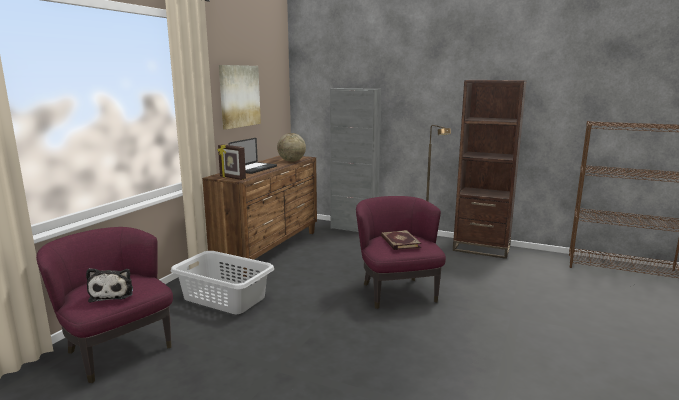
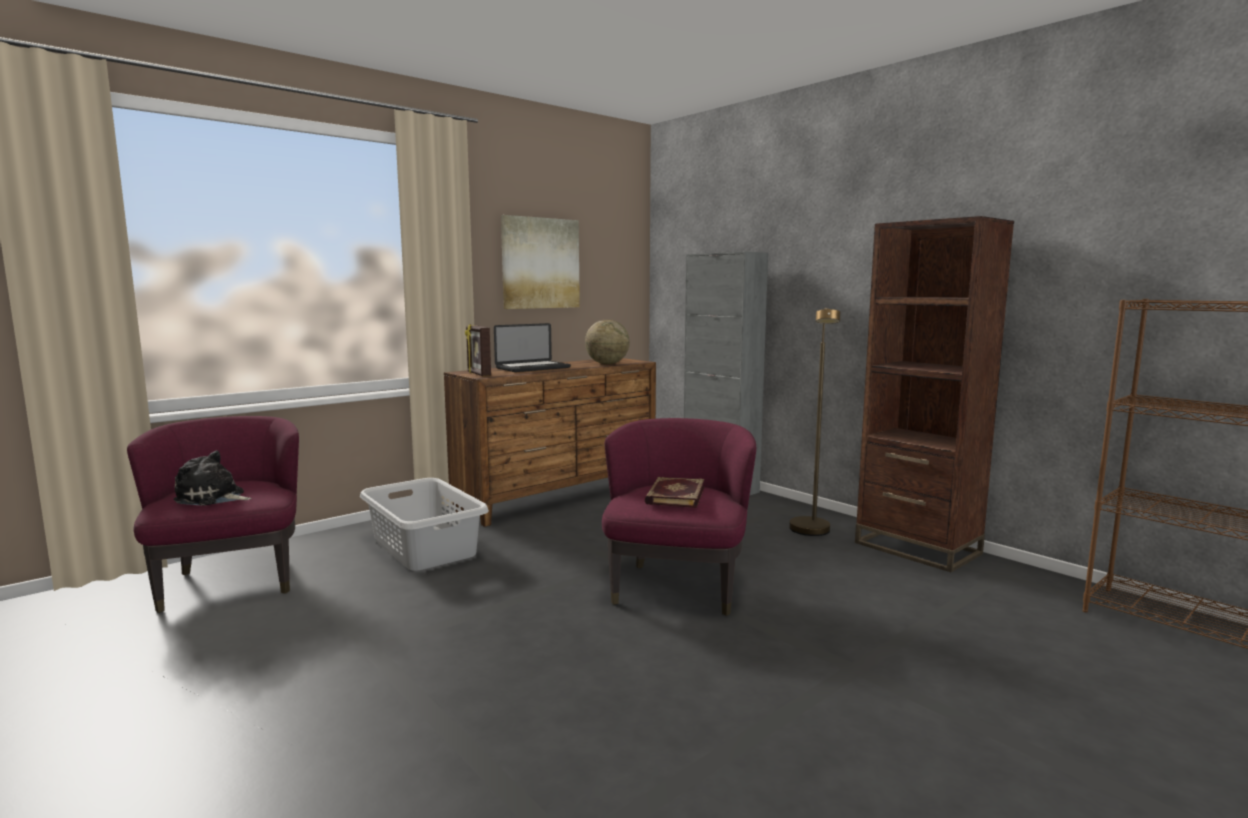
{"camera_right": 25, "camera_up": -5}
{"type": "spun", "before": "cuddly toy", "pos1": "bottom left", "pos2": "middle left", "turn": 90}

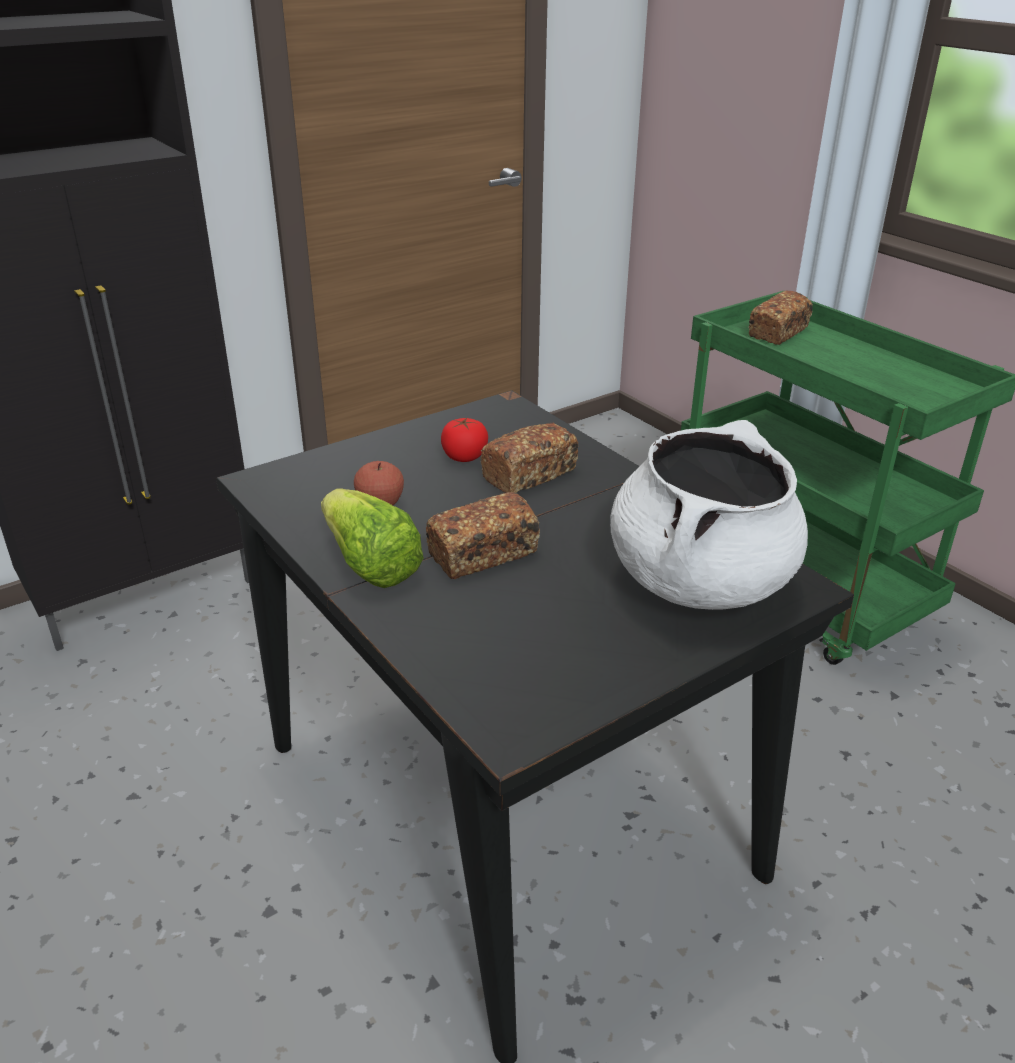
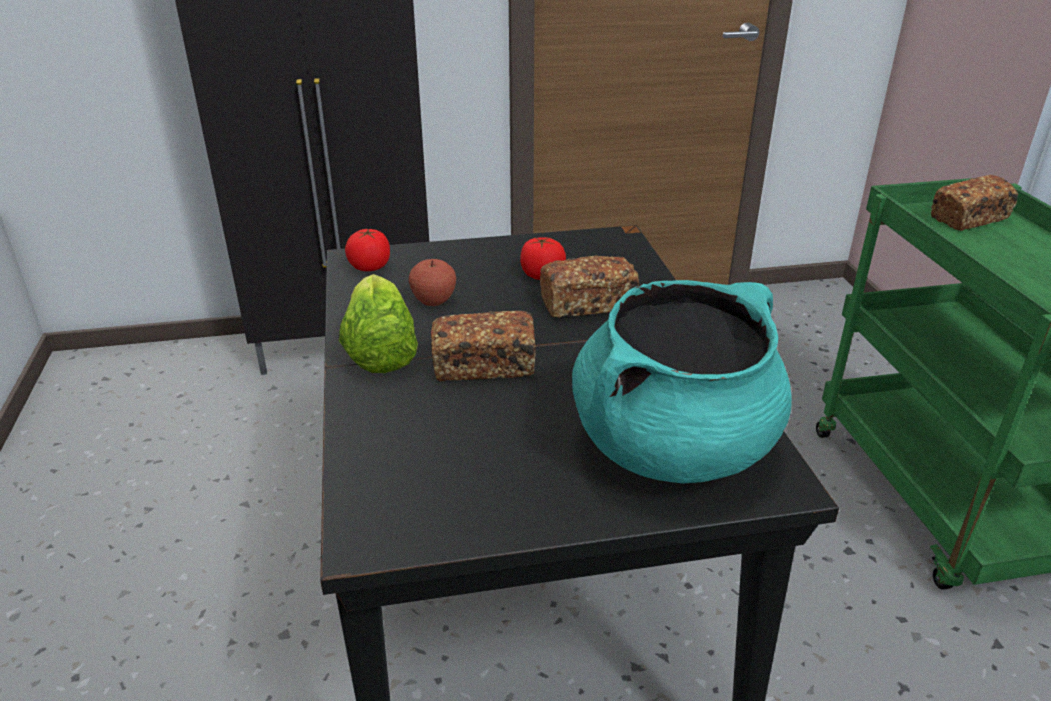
{"camera_right": 25, "camera_up": 0}
{"type": "colour", "before": "white stockpot", "after": "turquoise stockpot", "pos1": "middle right", "pos2": "centre"}
{"type": "appeared", "after": "whole tomato (no. 1 from left)", "pos2": "centre"}

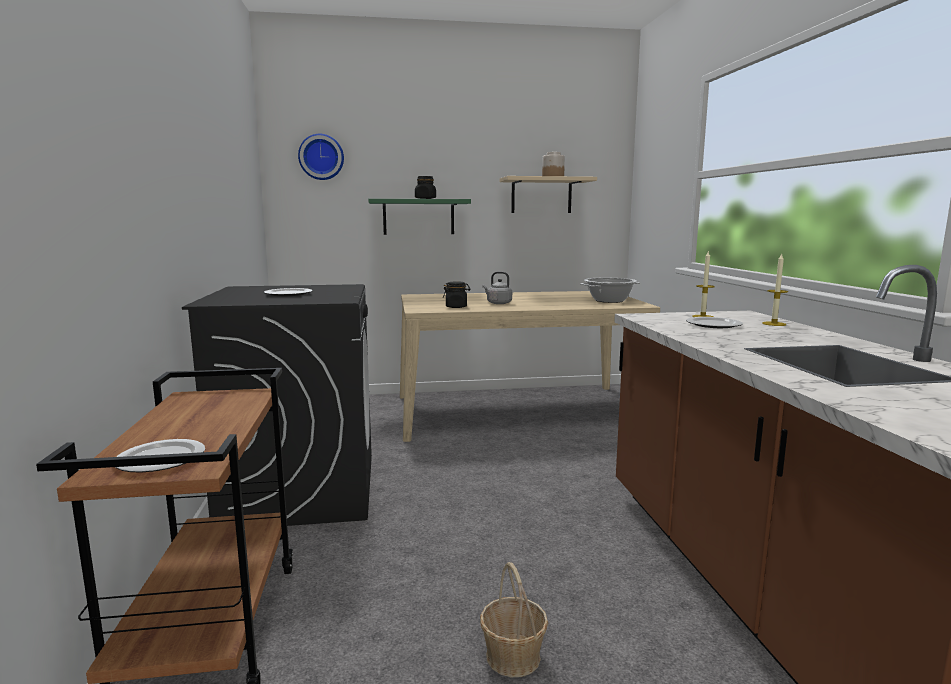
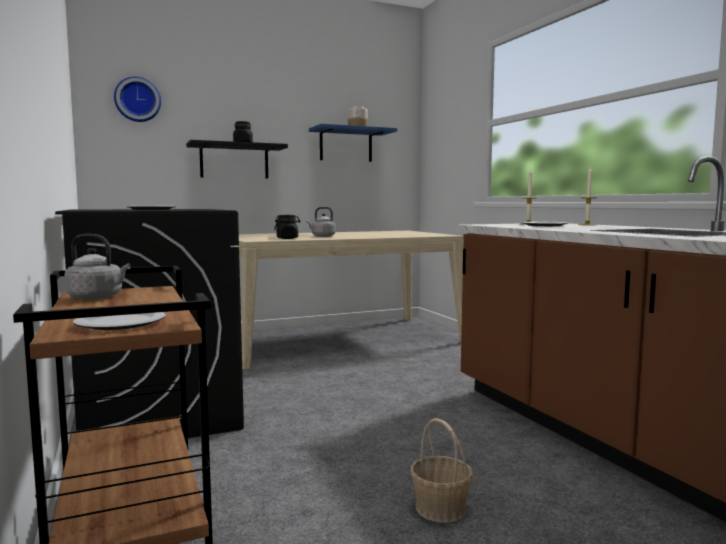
{"camera_right": -15, "camera_up": -5}
{"type": "colour", "before": "greenish wall shelf", "after": "black-coloured wall shelf", "pos1": "top centre", "pos2": "top left"}
{"type": "colour", "before": "sand-coloured wall shelf", "after": "blue-coloured wall shelf", "pos1": "top centre", "pos2": "top centre"}
{"type": "missing", "before": "stockpot", "pos1": "centre"}
{"type": "appeared", "after": "grey kettle (no. 1 from left)", "pos2": "middle left"}

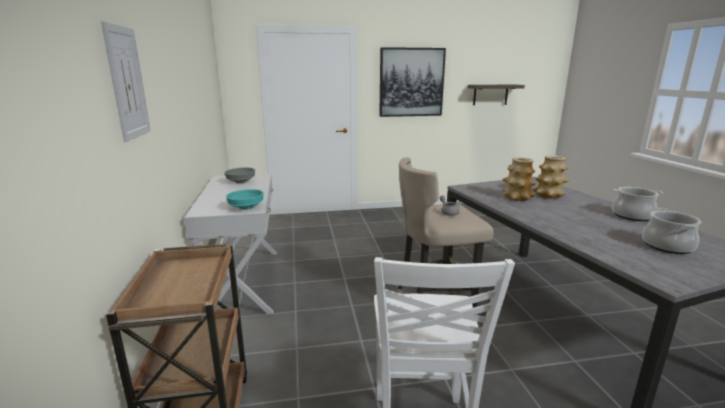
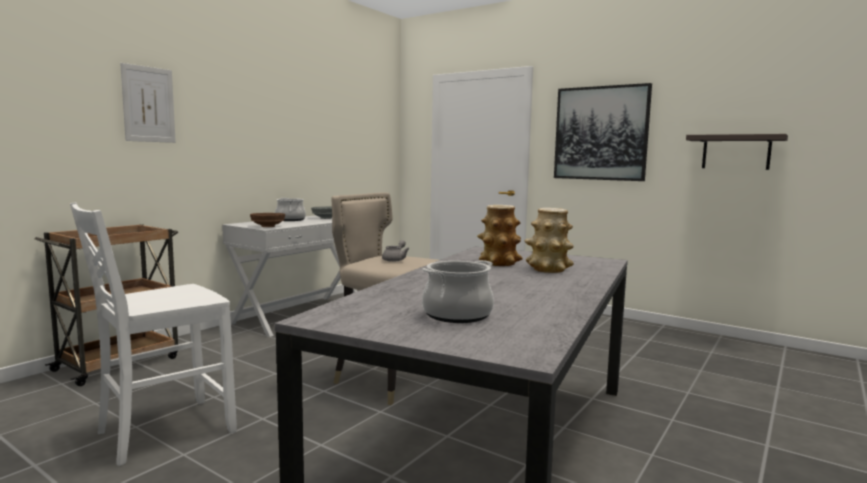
{"camera_right": 45, "camera_up": -10}
{"type": "colour", "before": "turquoise deep dish", "after": "brown deep dish", "pos1": "centre", "pos2": "middle left"}
{"type": "relocated", "before": "stockpot (no. 1 from left)", "pos1": "middle right", "pos2": "centre"}

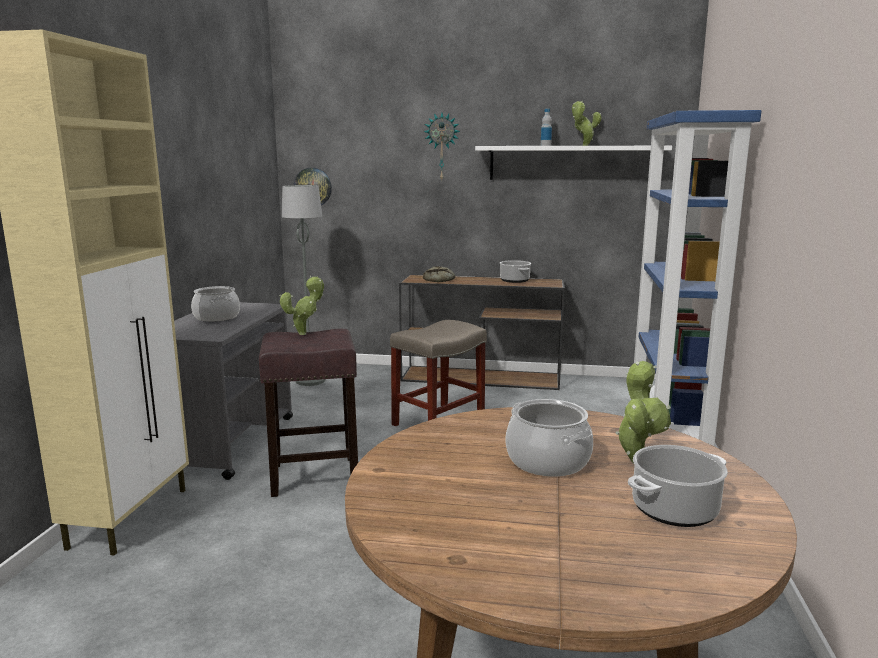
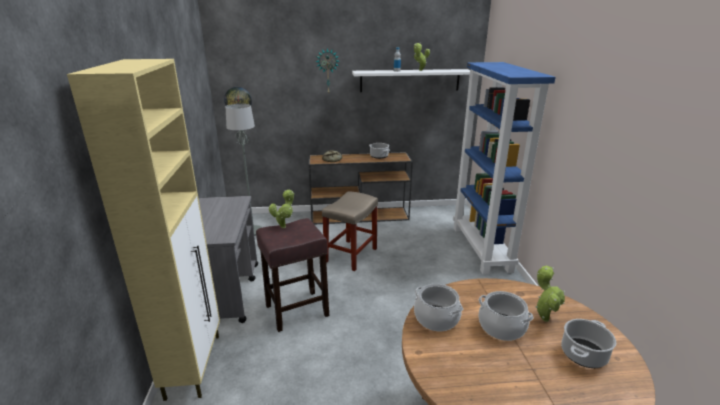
{"camera_right": -15, "camera_up": 10}
{"type": "relocated", "before": "stockpot (no. 1 from left in the first image)", "after": "stockpot (no. 2 from left)", "pos1": "middle left", "pos2": "bottom centre"}

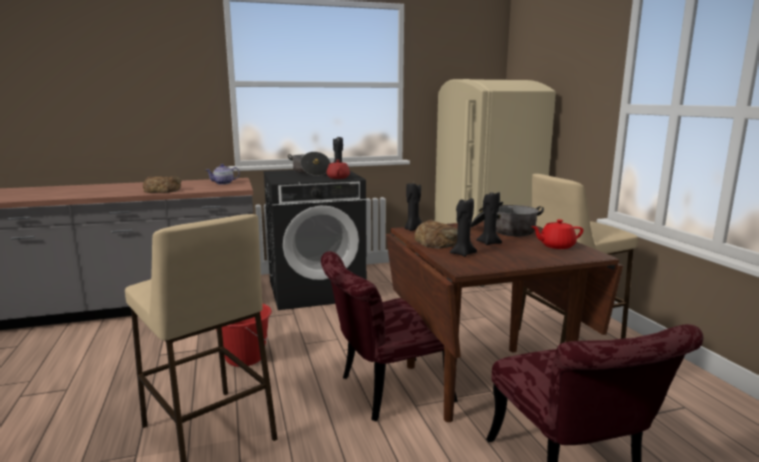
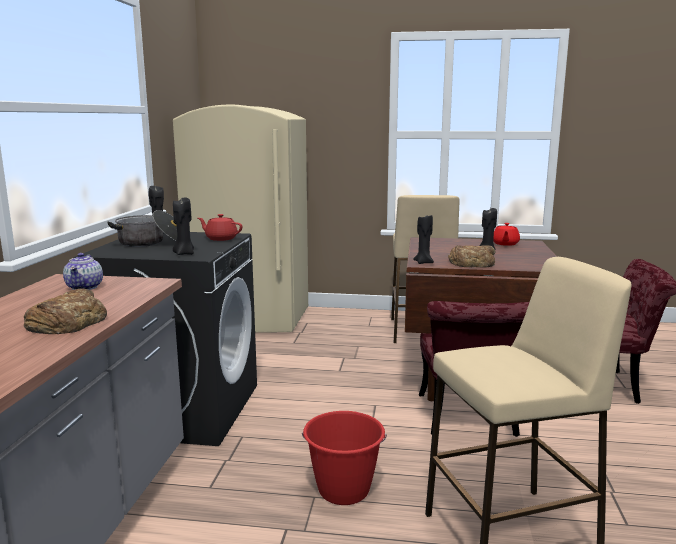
{"camera_right": -65, "camera_up": 0}
{"type": "relocated", "before": "black-coloured wax light (no. 3 from left in the first image)", "after": "black-coloured wax light (no. 2 from left)", "pos1": "centre", "pos2": "middle left"}
{"type": "missing", "before": "stockpot (no. 2 from left)", "pos1": "middle right"}

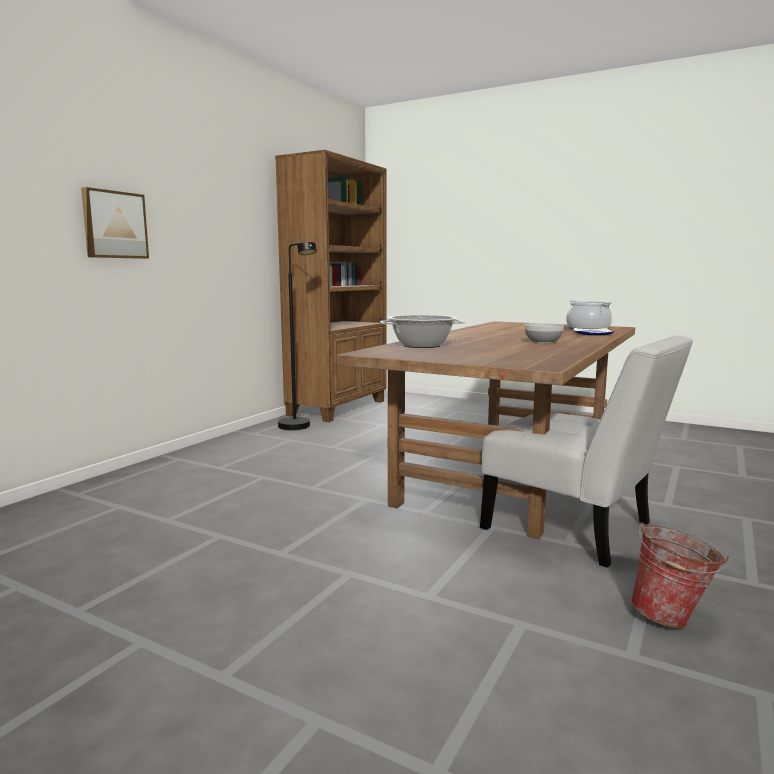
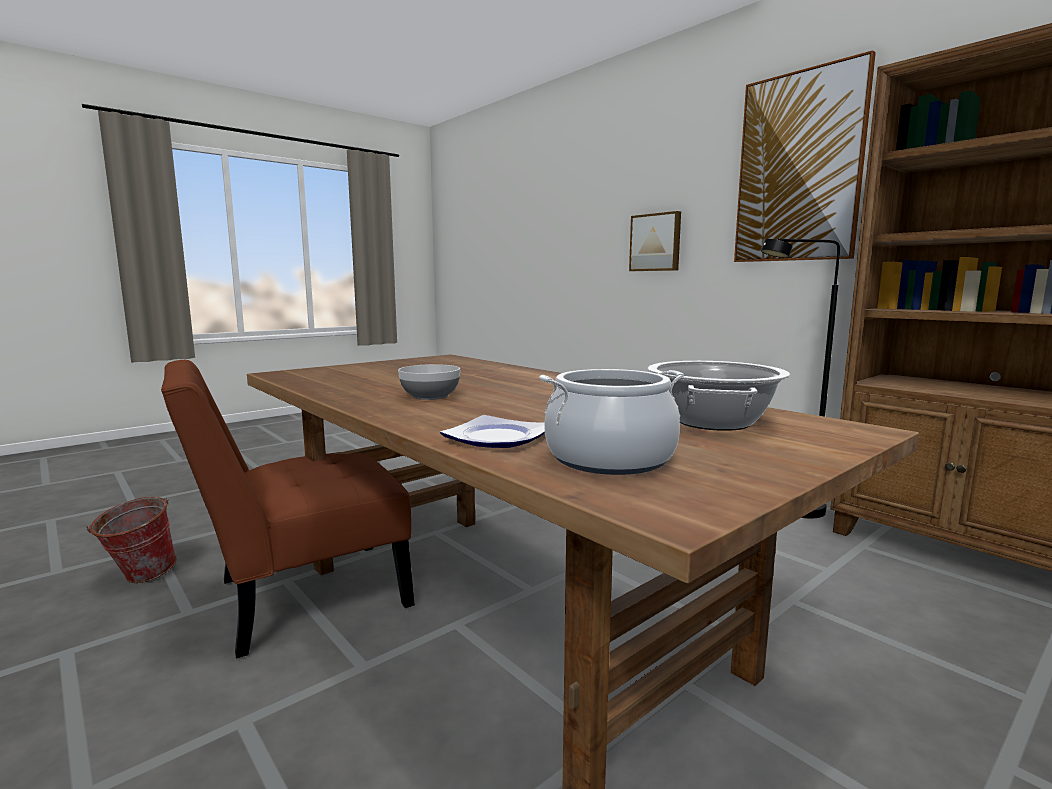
{"camera_right": 110, "camera_up": 0}
{"type": "relocated", "before": "stockpot (no. 1 from left in the first image)", "after": "stockpot (no. 2 from left)", "pos1": "centre", "pos2": "middle right"}
{"type": "colour", "before": "white upright chair", "after": "brown upright chair", "pos1": "middle right", "pos2": "middle left"}
{"type": "appeared", "after": "wall picture (no. 2 from left)", "pos2": "top right"}

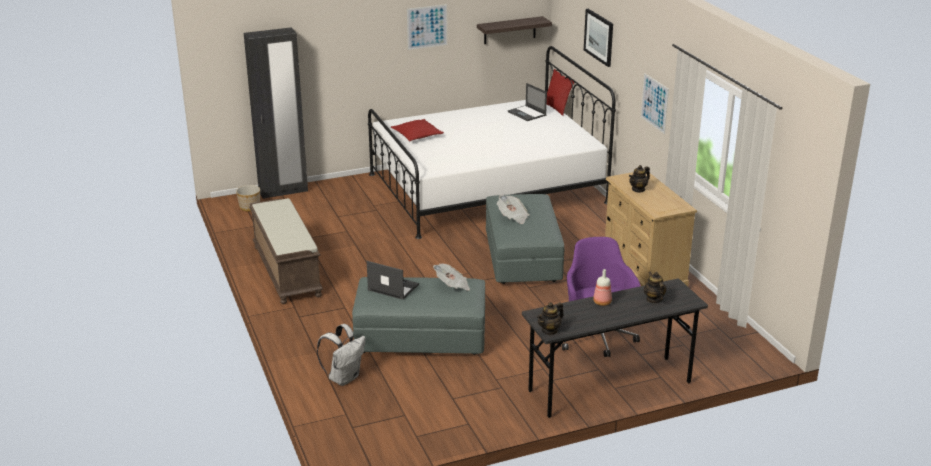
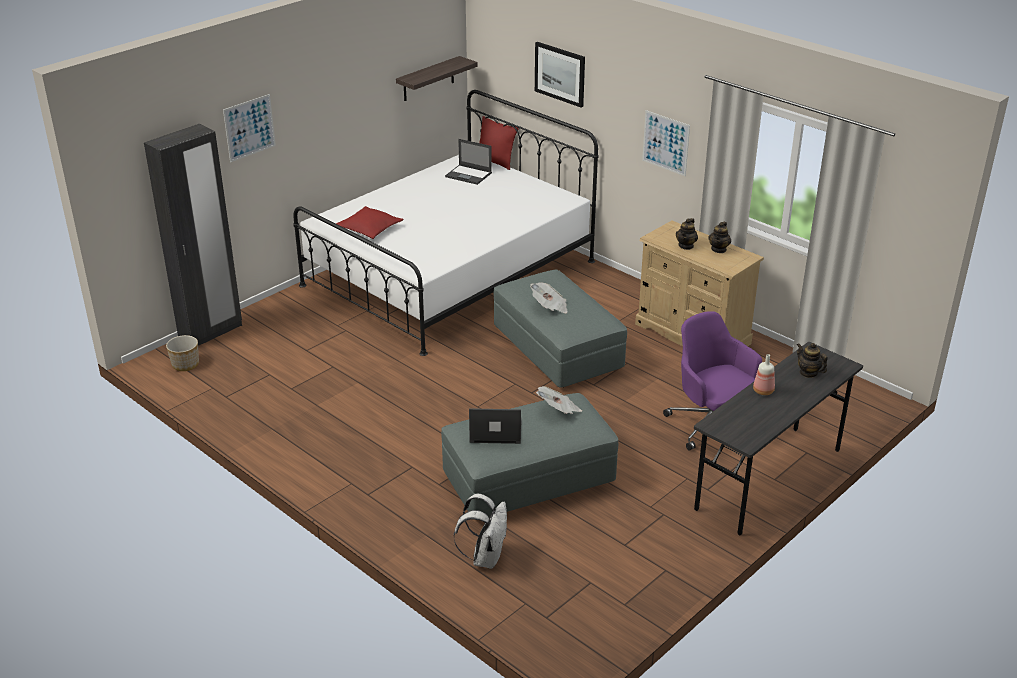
{"camera_right": -25, "camera_up": 5}
{"type": "missing", "before": "brown indoor bench", "pos1": "middle left"}
{"type": "relocated", "before": "wall picture (no. 1 from left)", "pos1": "top centre", "pos2": "top left"}
{"type": "relocated", "before": "teapot (no. 1 from left in the first image)", "after": "teapot (no. 2 from left)", "pos1": "bottom centre", "pos2": "middle right"}

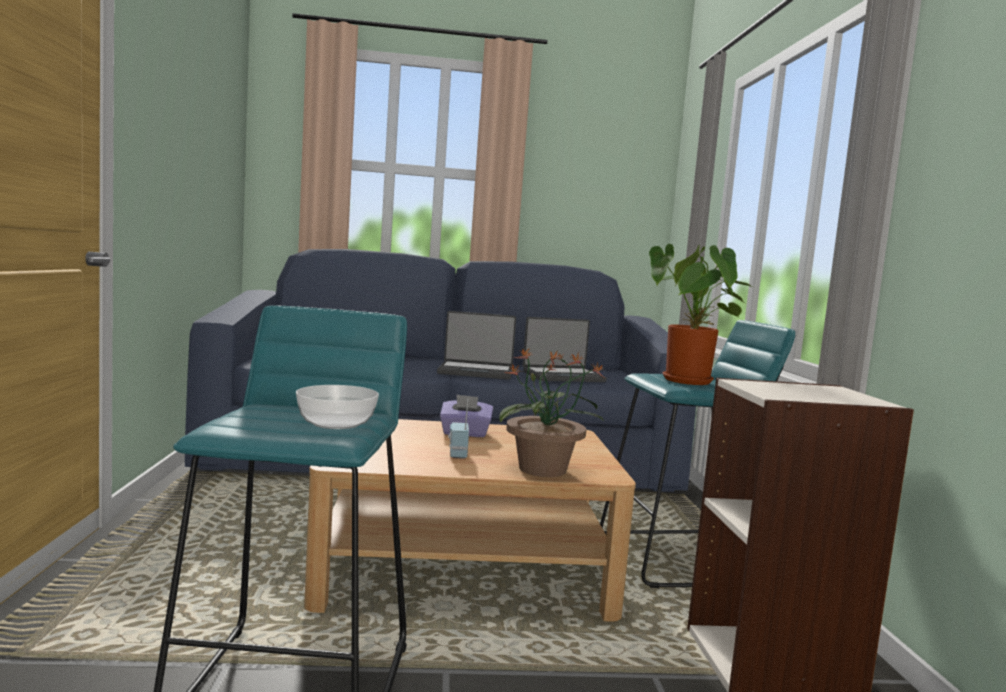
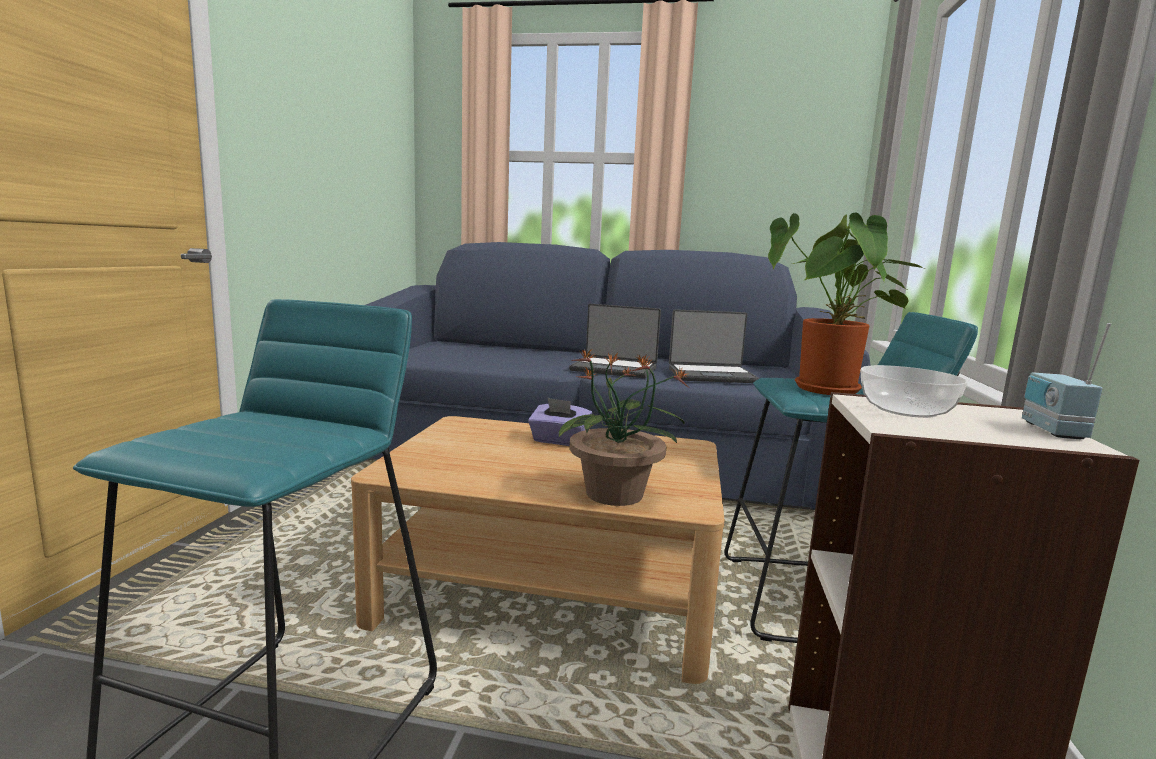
{"camera_right": 15, "camera_up": 5}
{"type": "relocated", "before": "deep dish", "pos1": "centre", "pos2": "middle right"}
{"type": "relocated", "before": "radio receiver", "pos1": "centre", "pos2": "middle right"}

